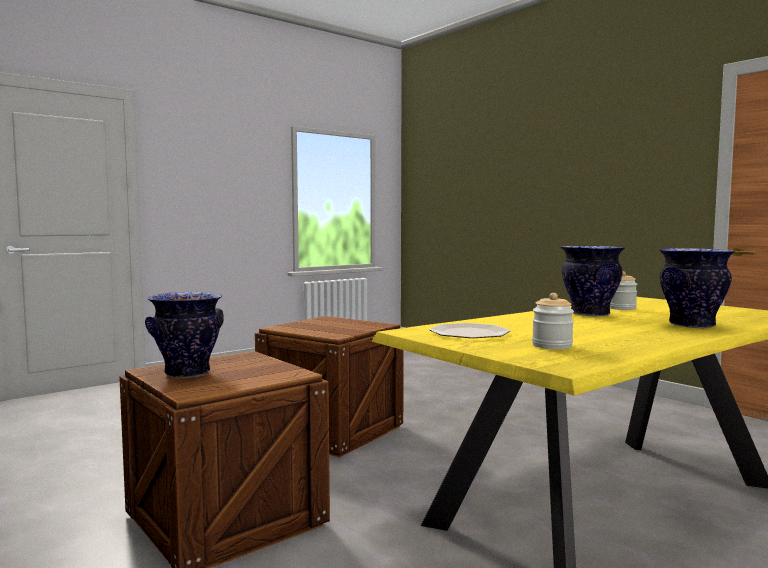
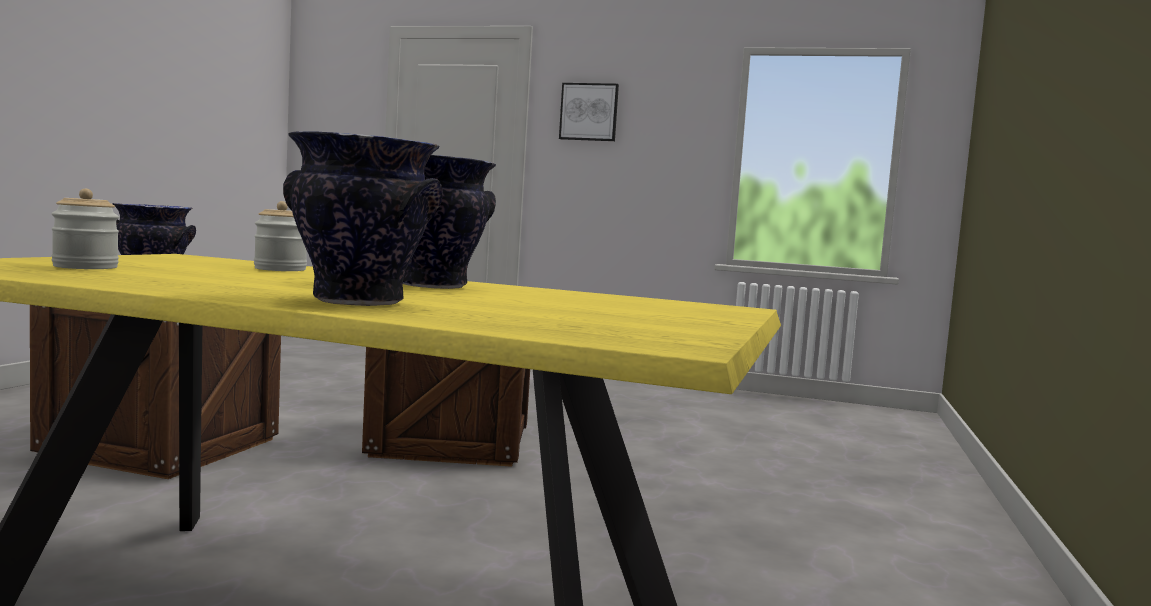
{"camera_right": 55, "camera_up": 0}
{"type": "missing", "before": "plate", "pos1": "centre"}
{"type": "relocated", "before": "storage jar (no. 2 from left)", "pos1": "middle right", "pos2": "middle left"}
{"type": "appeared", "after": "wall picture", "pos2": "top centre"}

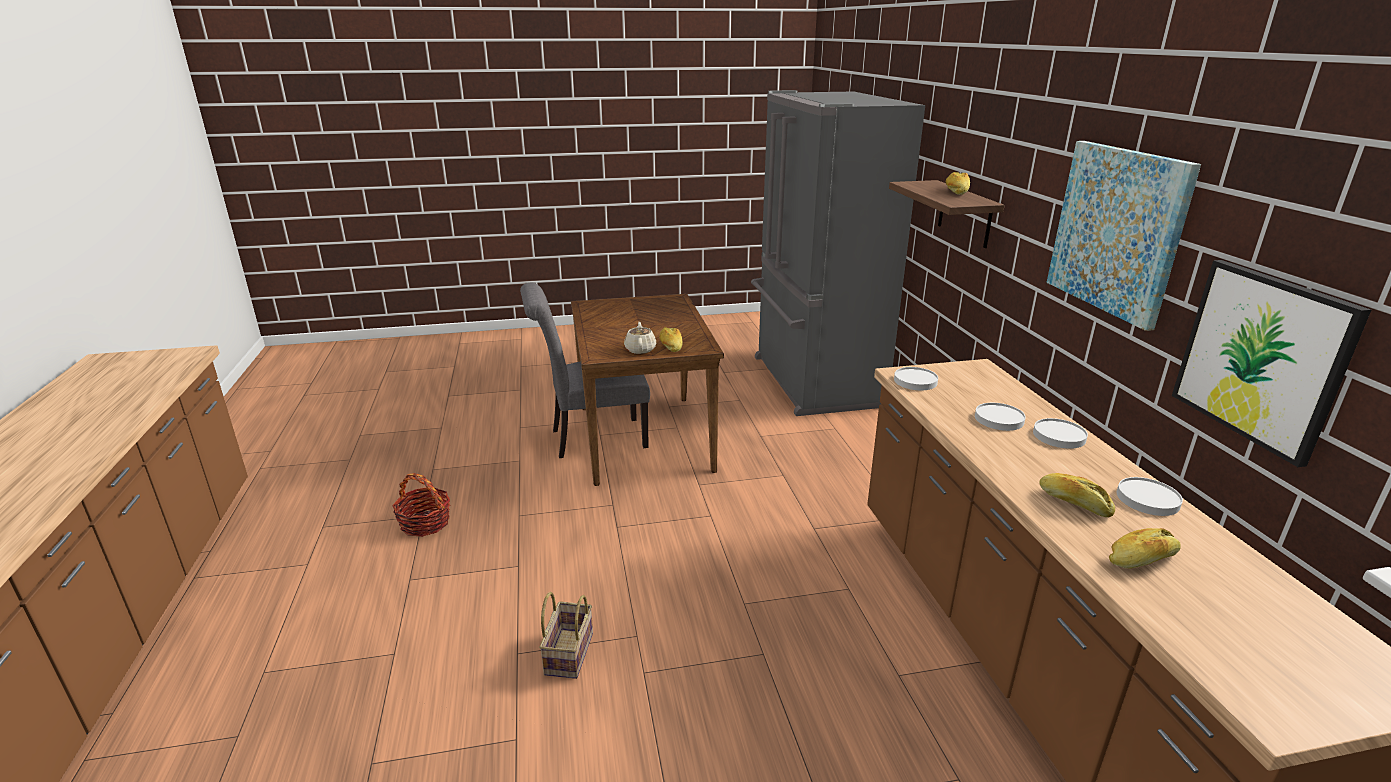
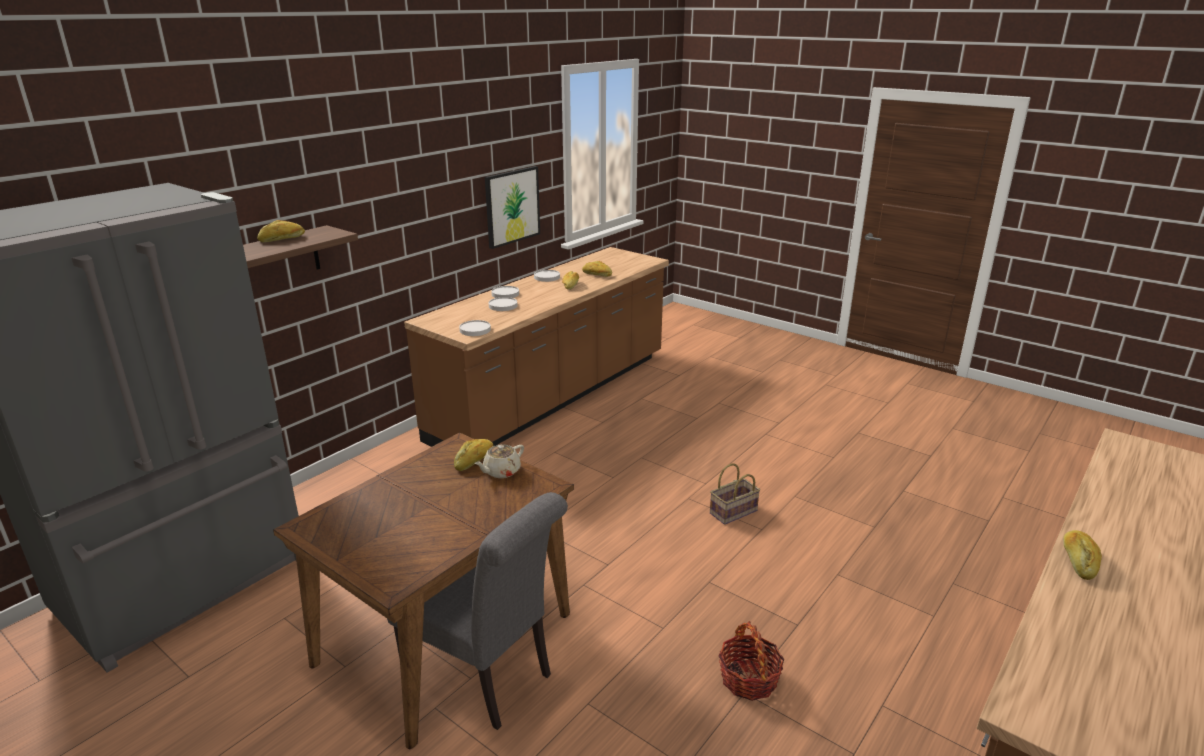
{"camera_right": -130, "camera_up": 0}
{"type": "missing", "before": "wall picture (no. 1 from left)", "pos1": "top right"}
{"type": "appeared", "after": "bakery bread (no. 5 from left)", "pos2": "bottom right"}

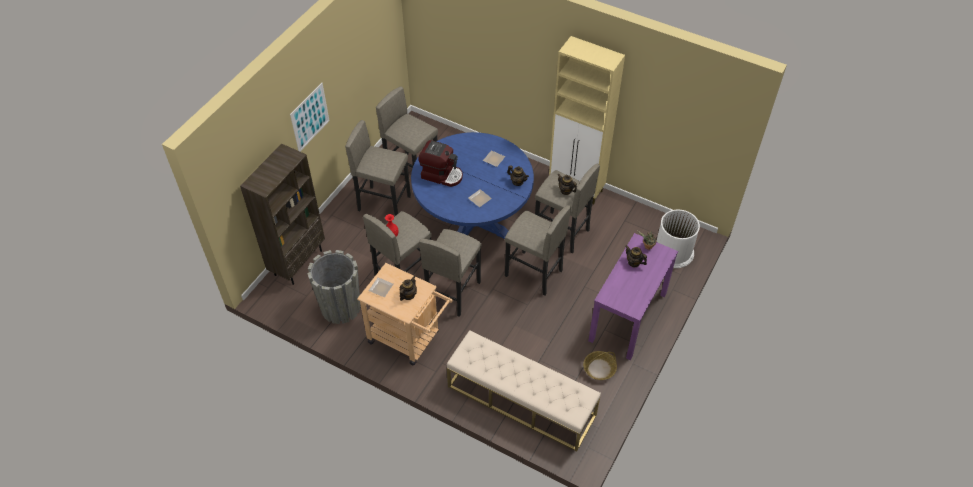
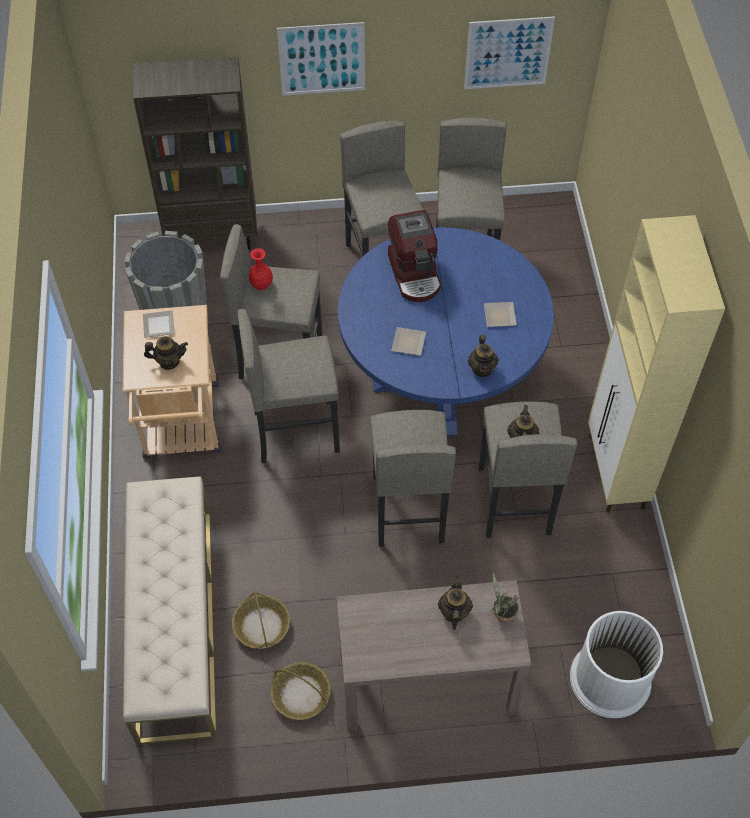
{"camera_right": 55, "camera_up": 5}
{"type": "colour", "before": "purplish console table", "after": "brown console table", "pos1": "centre", "pos2": "bottom centre"}
{"type": "appeared", "after": "basket (no. 1 from left)", "pos2": "bottom centre"}
{"type": "appeared", "after": "wall picture (no. 2 from left)", "pos2": "top right"}

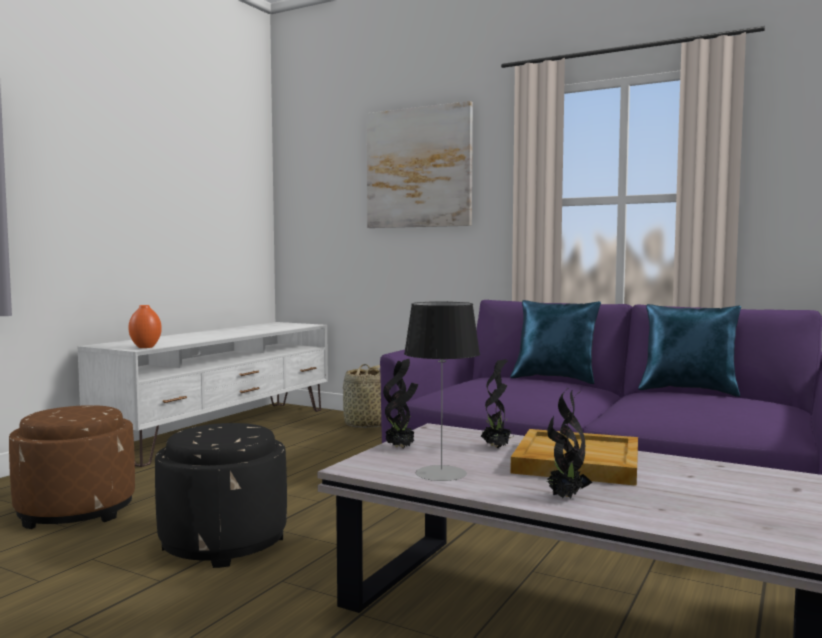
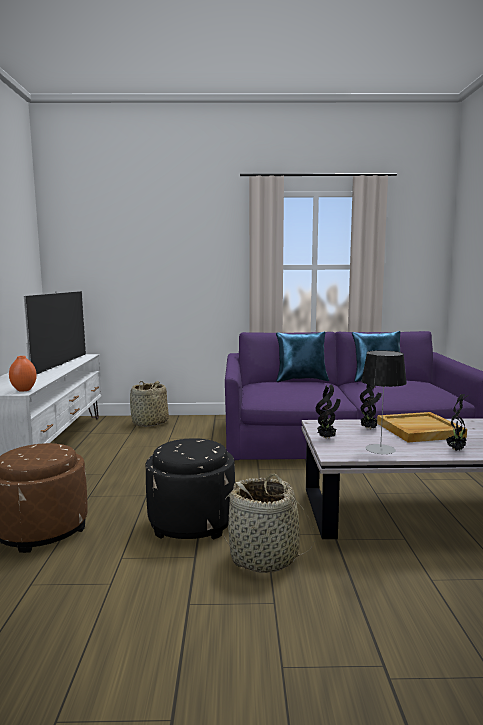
{"camera_right": -30, "camera_up": 5}
{"type": "missing", "before": "wall picture", "pos1": "top centre"}
{"type": "appeared", "after": "television", "pos2": "middle left"}
{"type": "appeared", "after": "basket (no. 2 from left)", "pos2": "bottom centre"}

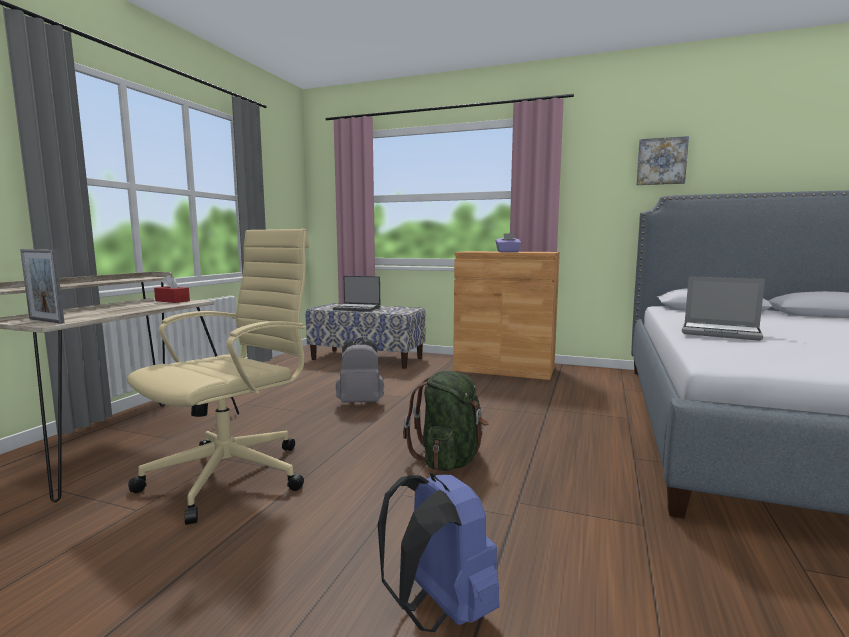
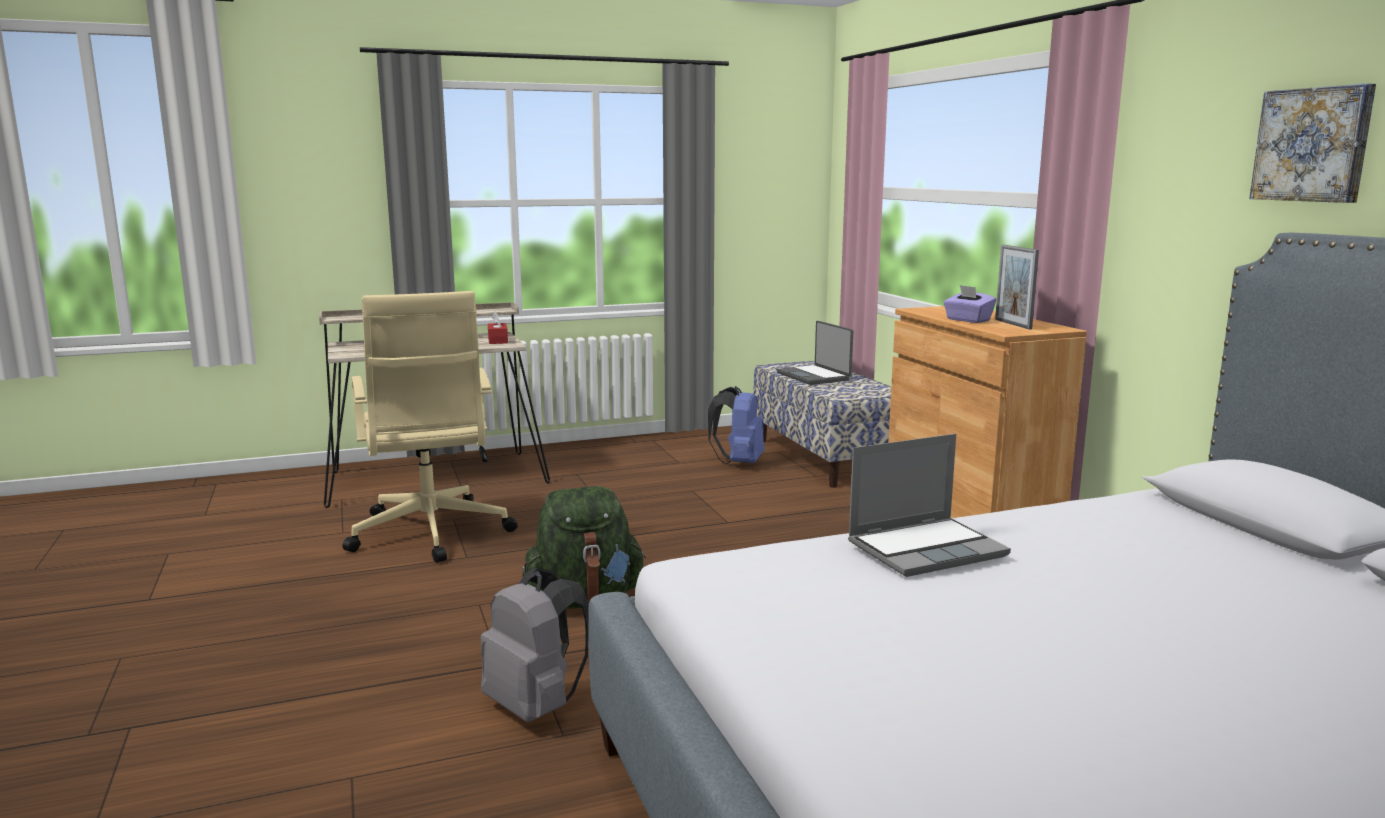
{"camera_right": 50, "camera_up": 5}
{"type": "relocated", "before": "photo frame", "pos1": "middle left", "pos2": "middle right"}
{"type": "spun", "before": "sand-coloured office chair", "pos1": "middle left", "pos2": "middle left", "turn": 75}
{"type": "relocated", "before": "grey backpack", "pos1": "centre", "pos2": "bottom centre"}
{"type": "relocated", "before": "blue-coloured backpack", "pos1": "bottom centre", "pos2": "centre"}
{"type": "spun", "before": "notebook computer (no. 2 from left)", "pos1": "middle right", "pos2": "middle right", "turn": -105}

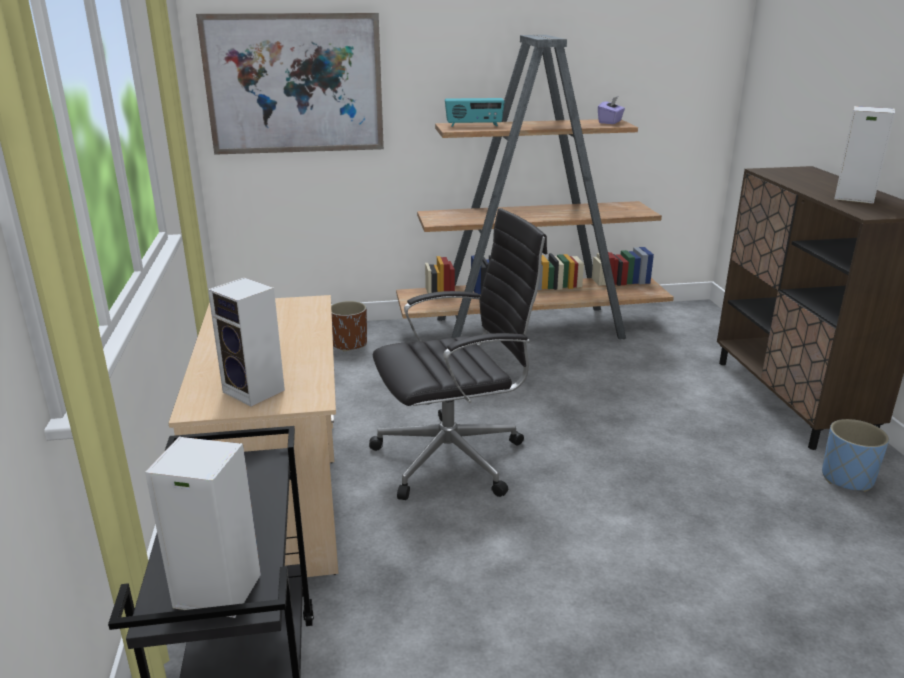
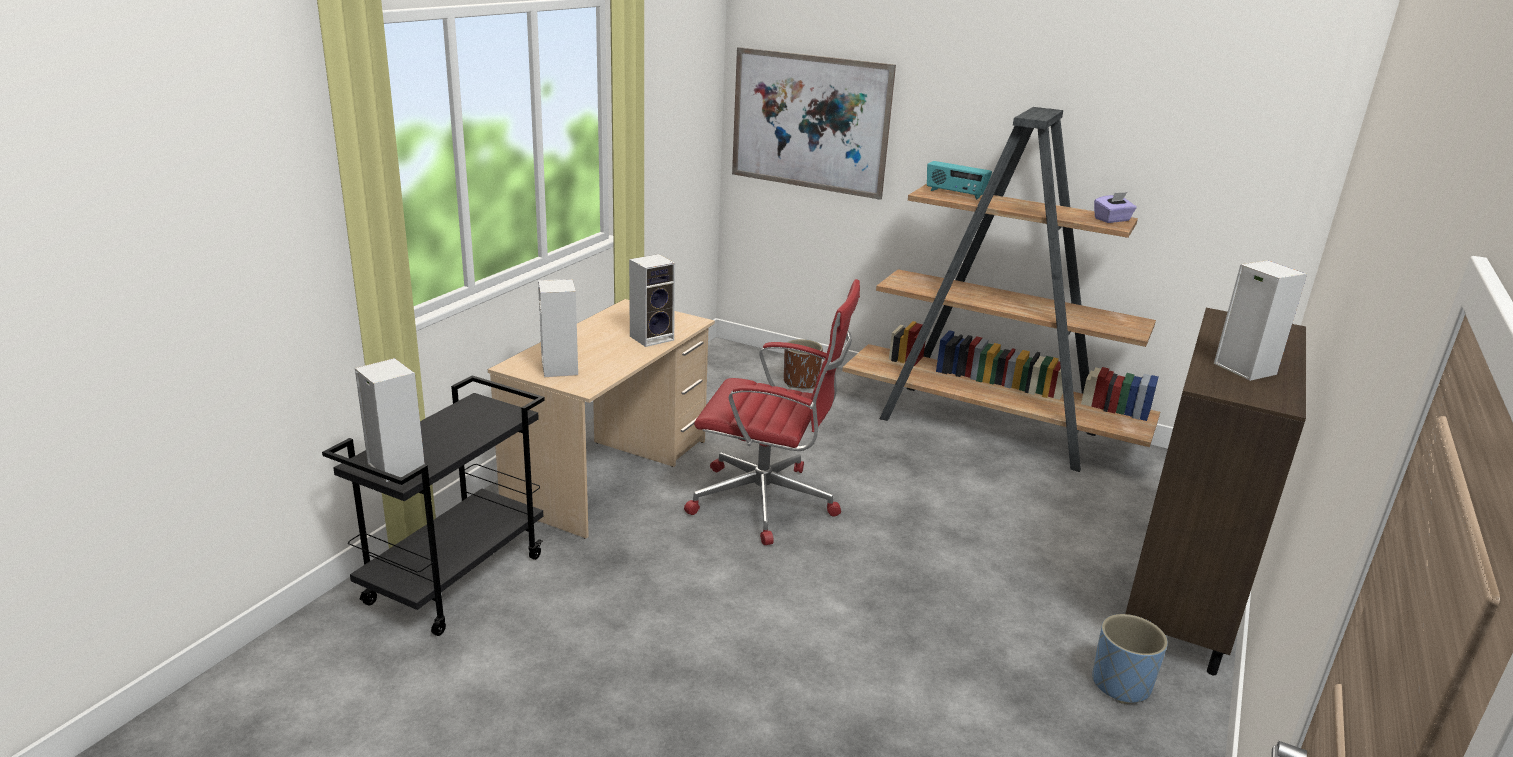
{"camera_right": 35, "camera_up": 0}
{"type": "colour", "before": "black-coloured office chair", "after": "reddish office chair", "pos1": "centre", "pos2": "centre"}
{"type": "appeared", "after": "loudspeaker (no. 3 from left)", "pos2": "centre"}

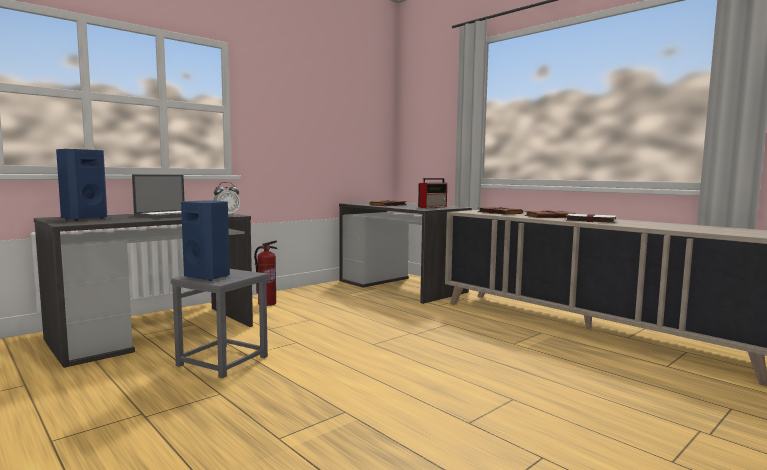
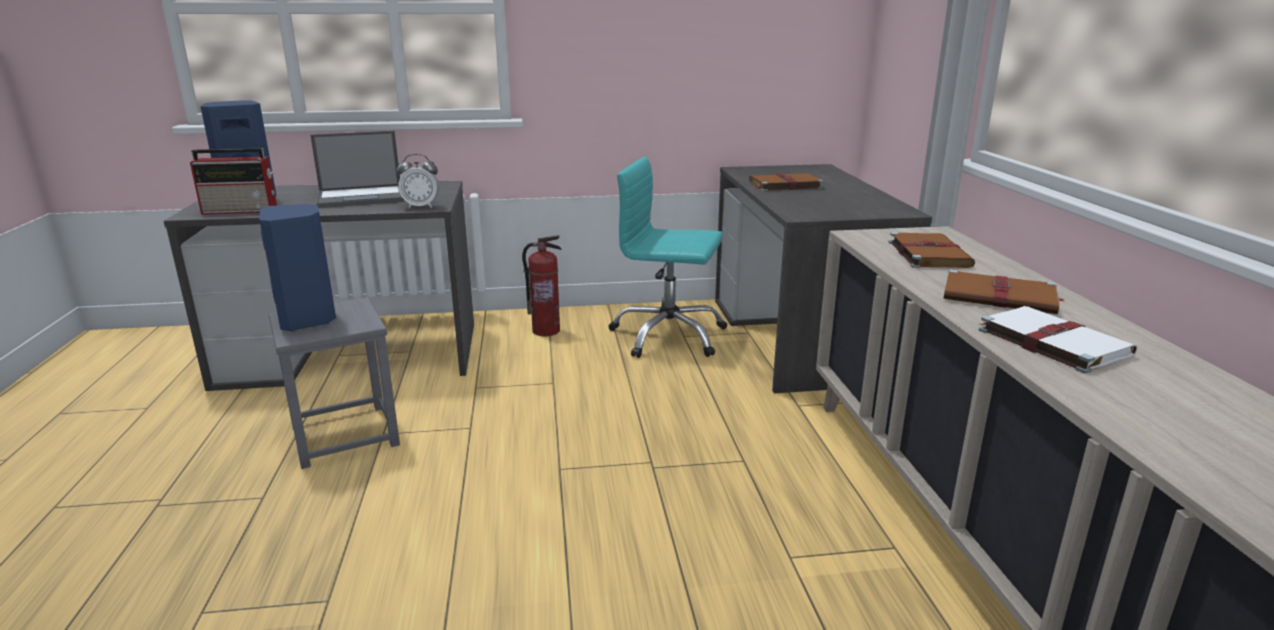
{"camera_right": 35, "camera_up": 15}
{"type": "relocated", "before": "radio receiver", "pos1": "centre", "pos2": "top left"}
{"type": "appeared", "after": "turquoise office chair", "pos2": "centre"}

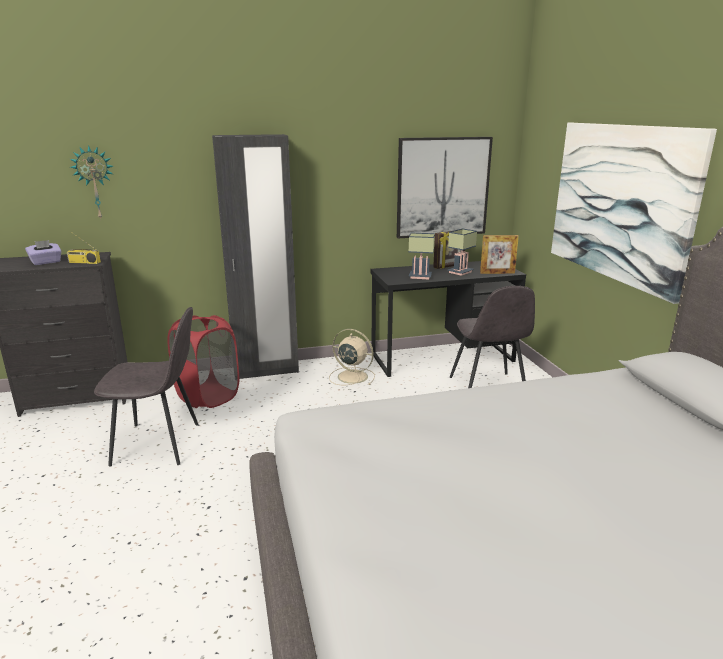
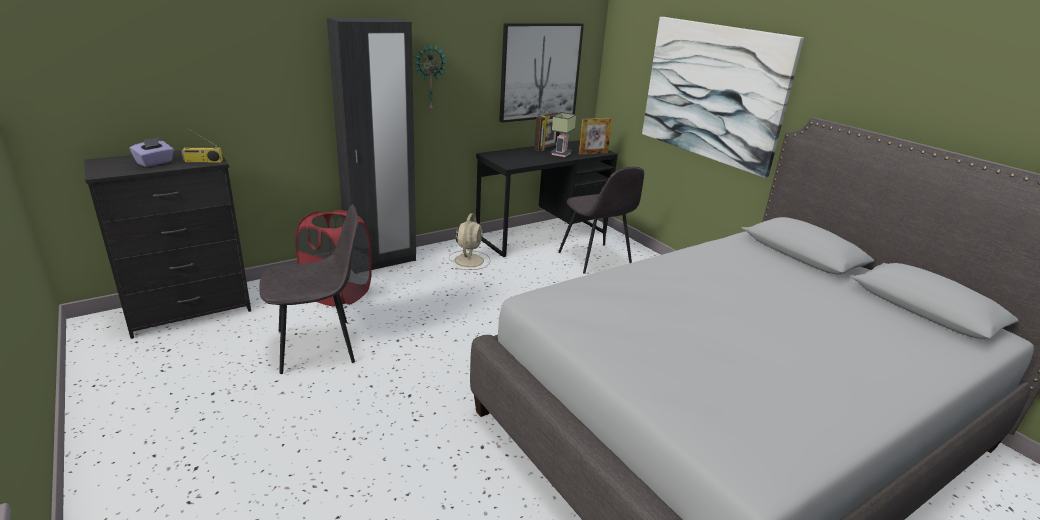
{"camera_right": -20, "camera_up": 5}
{"type": "relocated", "before": "wall clock", "pos1": "top left", "pos2": "top centre"}
{"type": "spun", "before": "sand-coloured fan", "pos1": "centre", "pos2": "centre", "turn": 90}
{"type": "missing", "before": "table lamp (no. 1 from left)", "pos1": "centre"}

